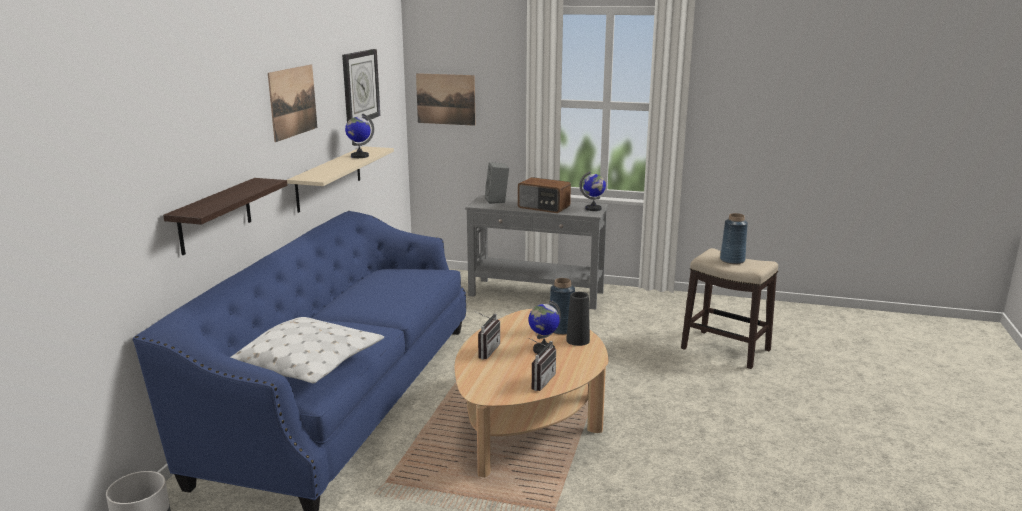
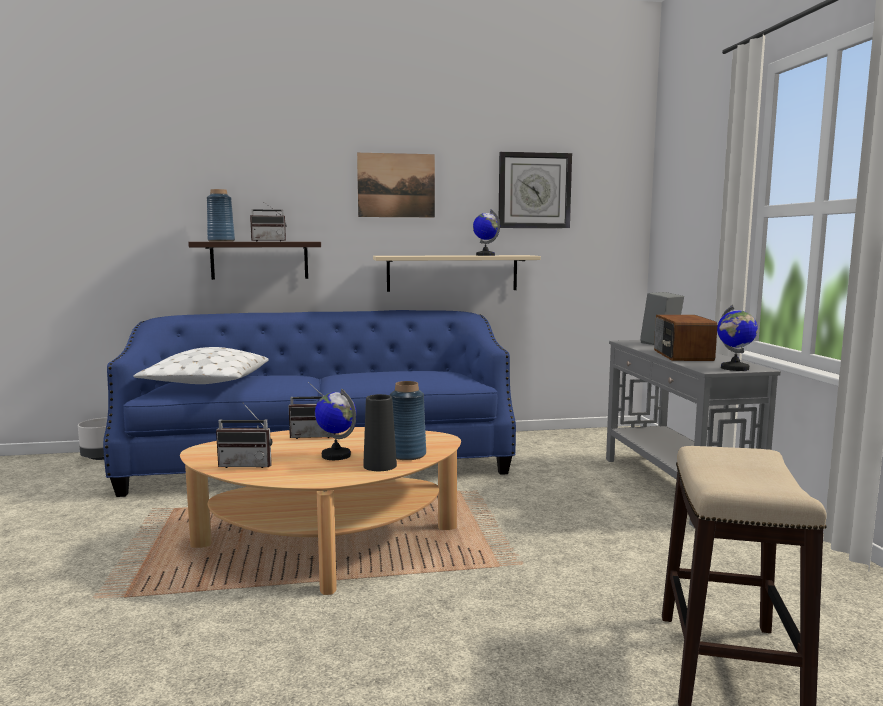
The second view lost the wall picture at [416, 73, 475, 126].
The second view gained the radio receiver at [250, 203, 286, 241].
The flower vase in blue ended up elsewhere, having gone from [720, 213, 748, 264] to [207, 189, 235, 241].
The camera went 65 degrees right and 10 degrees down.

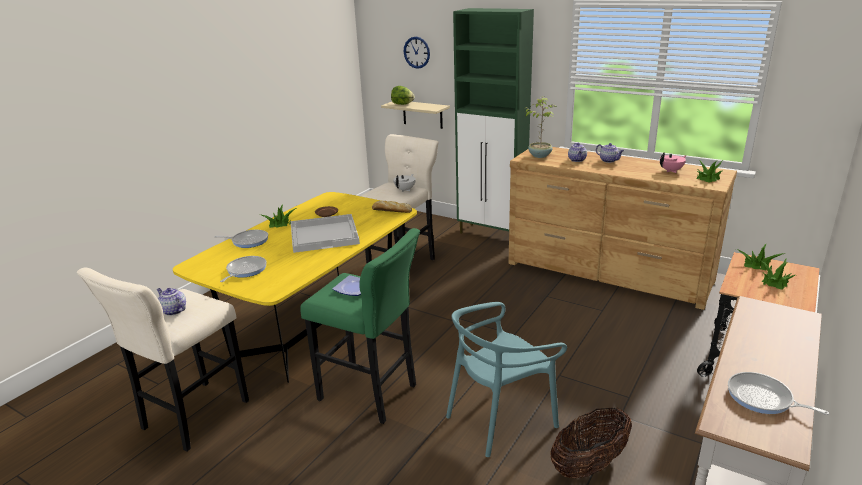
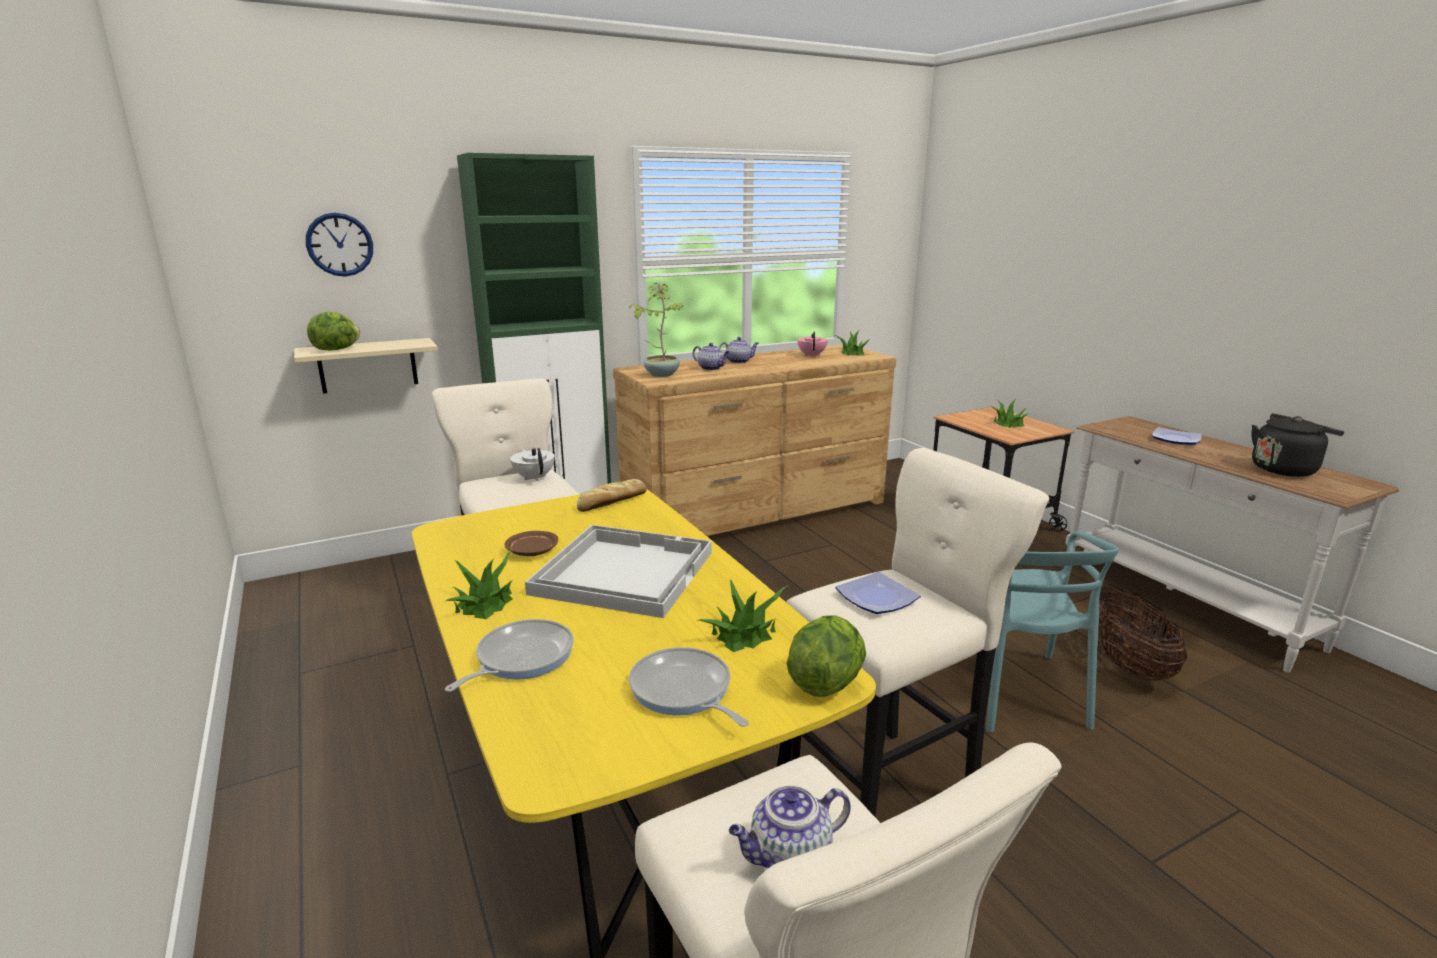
The second view gained the lettuce head at [787, 615, 866, 697].
The second view gained the plate at [1152, 427, 1202, 445].
The potted plant ended up elsewhere, having gone from [736, 243, 785, 270] to [697, 579, 789, 652].
Where the frying pan stood at [728, 372, 829, 415], the kettle in blackish came to stand at [1251, 413, 1345, 477].
What was the stool in green-coloured at [300, 228, 420, 424] turned into the stool in beige at [786, 448, 1049, 817].
The camera went 60 degrees left and 5 degrees down.

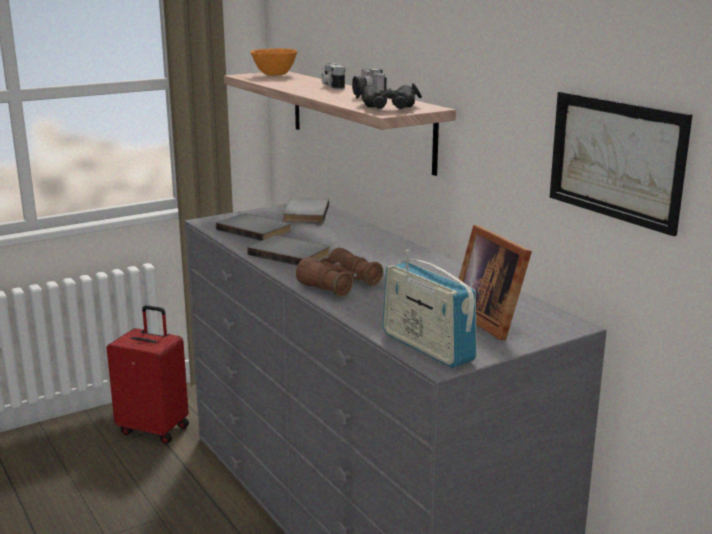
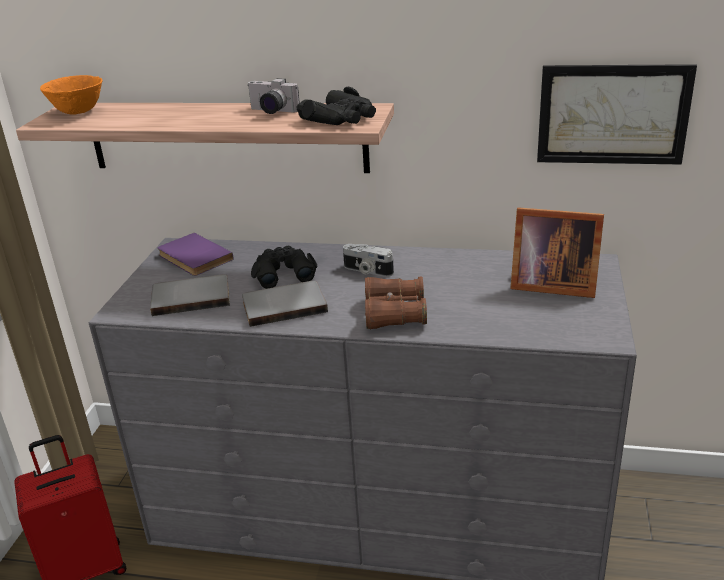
The second view lost the radio receiver at [383, 249, 477, 368].
The second view gained the binoculars in blackish at [251, 246, 318, 289].
The photo camera ended up elsewhere, having gone from [321, 62, 345, 90] to [343, 244, 394, 277].
What was the book in grey at [283, 198, 329, 223] turned into the book in purple-coloured at [158, 233, 234, 276].
The camera went 45 degrees left and 10 degrees up.

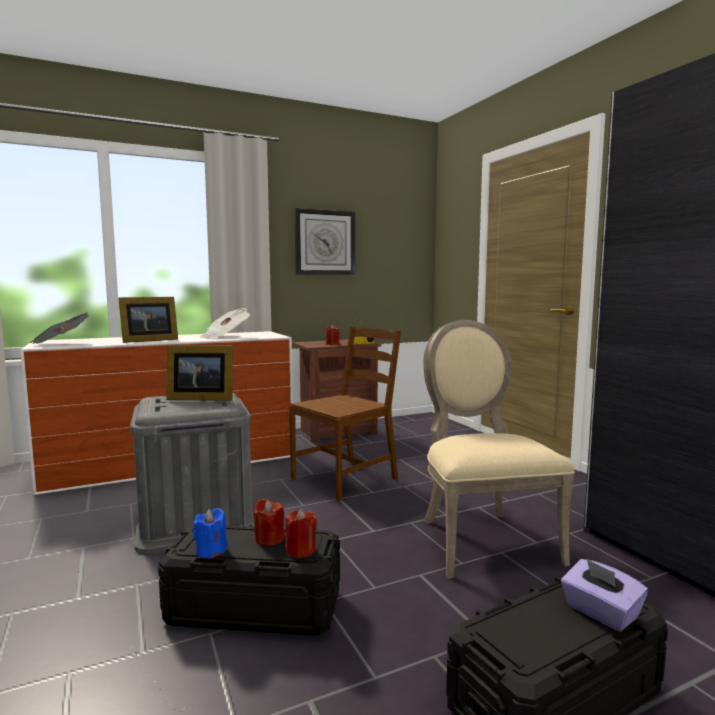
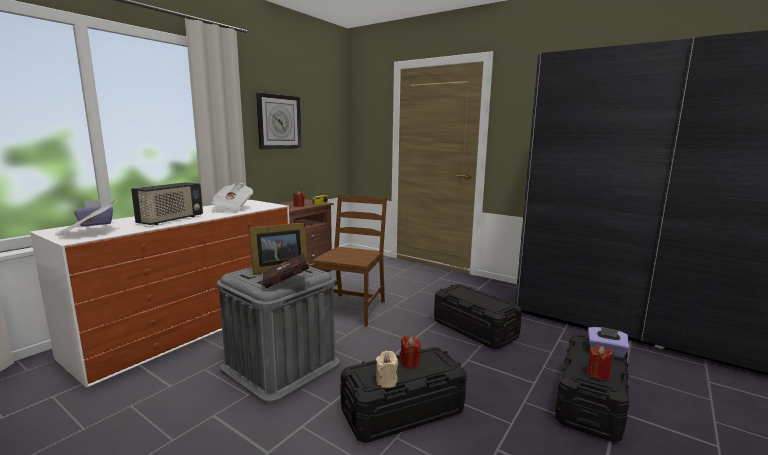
The second view gained the tissue holder in purple-coloured at [74, 199, 113, 227].
The second view gained the book in reddish at [262, 254, 314, 289].
The wax candle in reddish ended up elsewhere, having gone from [285, 509, 317, 558] to [587, 346, 613, 380].
Where the picture frame stood at [118, 297, 178, 343], the radio receiver came to stand at [131, 182, 203, 225].
Where the upright chair in beige stood at [423, 320, 575, 579], the storage box in blackish came to stand at [434, 284, 522, 349].
What was the wax candle in blue at [193, 508, 227, 558] turned into the wax candle in beige at [376, 350, 398, 388].
The camera went 30 degrees left and 5 degrees up.

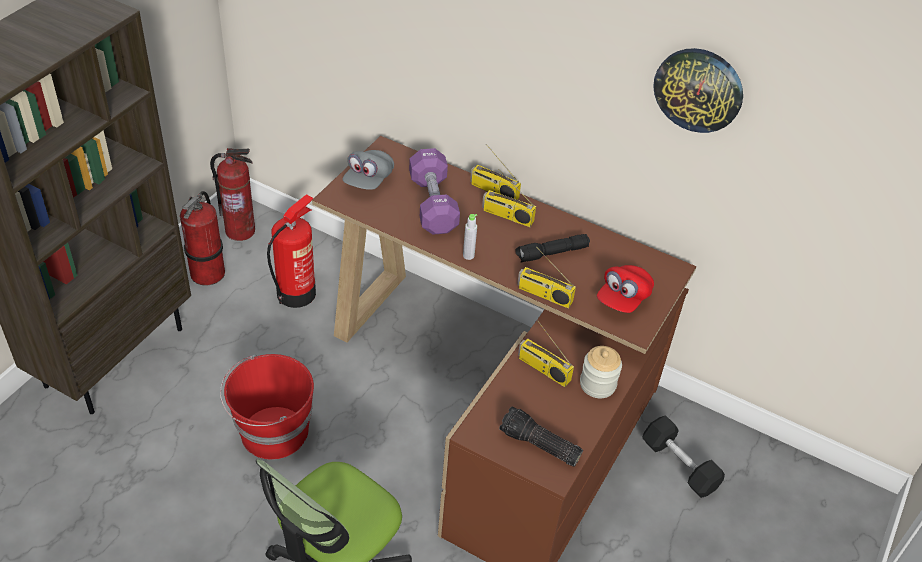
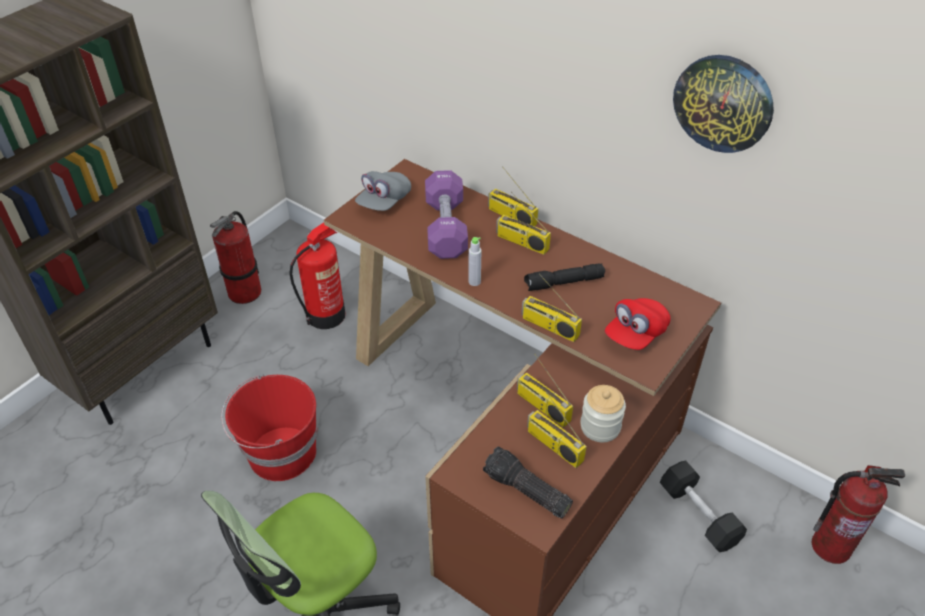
The second view gained the radio receiver at [527, 392, 587, 468].
The extinguisher ended up elsewhere, having gone from [210, 148, 255, 241] to [812, 465, 905, 564].
The camera went 10 degrees right and 0 degrees up.

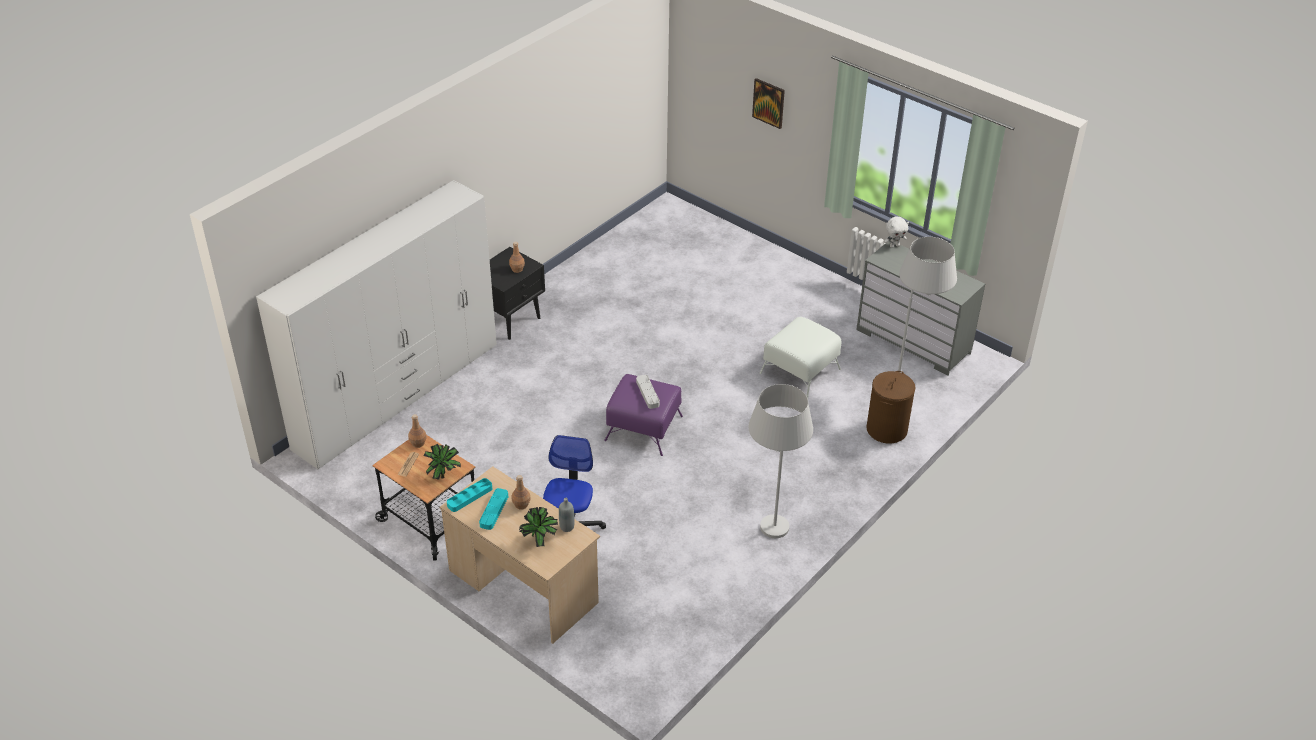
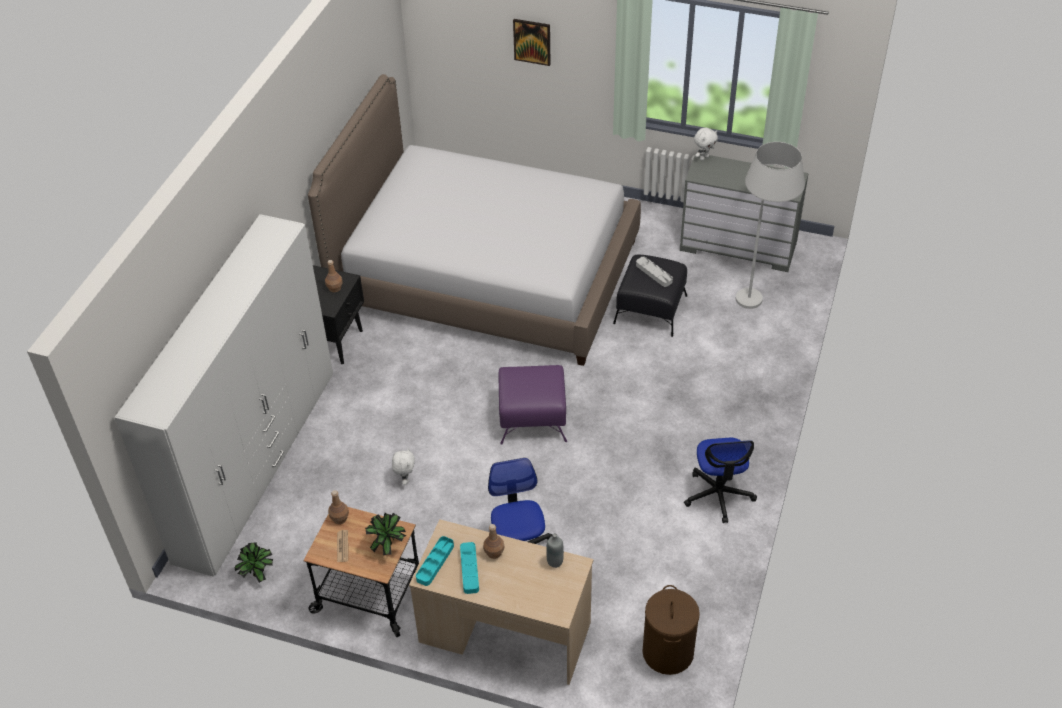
The second view gained the bedroom bed at [308, 74, 641, 366].
The second view gained the cuddly toy in whitish at [392, 448, 415, 485].
The potted plant ended up elsewhere, having gone from [519, 507, 558, 547] to [235, 543, 273, 583].
The tray in grey ended up elsewhere, having gone from [636, 375, 660, 409] to [636, 256, 673, 287].
The laundry basket in brownish ended up elsewhere, having gone from [866, 371, 915, 444] to [642, 585, 700, 675].
Where the floor lamp in whitish stood at [749, 384, 813, 538], the computer chair came to stand at [684, 438, 757, 523].
What was the pouffe in whitish at [760, 317, 841, 398] turned into the pouffe in blackish at [613, 255, 687, 337].
The camera went 20 degrees left and 5 degrees up.

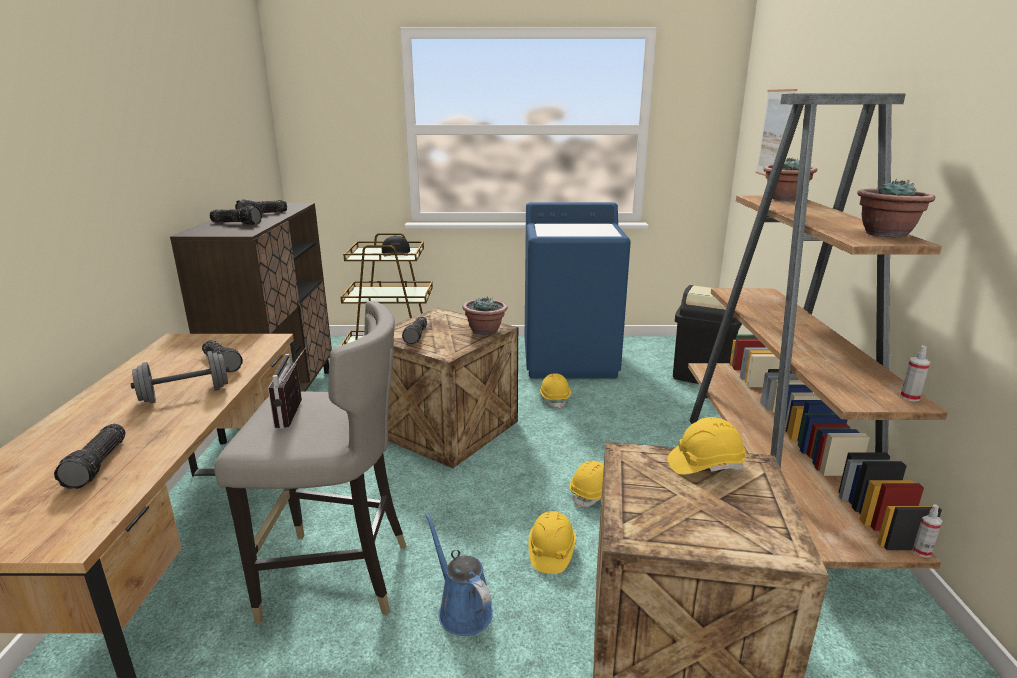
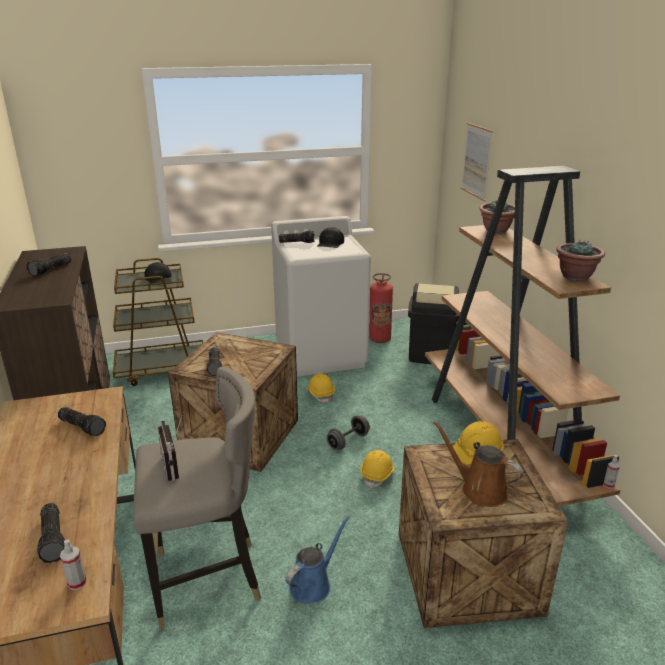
The second view lost the potted plant at [462, 296, 507, 336].
The second view lost the hard hat in yellowish at [529, 511, 576, 574].
The second view gained the peaked cap in blackish at [318, 227, 344, 248].
The second view gained the extinguisher at [369, 273, 393, 343].
The second view gained the watering can in brownish at [433, 421, 523, 507].
The dumbbell in grey ended up elsewhere, having gone from [131, 351, 230, 403] to [327, 415, 370, 450].
The flashlight ended up elsewhere, having gone from [210, 206, 262, 225] to [279, 231, 315, 243].
The sprayer ended up elsewhere, having gone from [900, 345, 930, 402] to [60, 539, 87, 590].
What was the laundry machine in blue at [525, 202, 631, 378] turned into the laundry machine in whitish at [271, 216, 371, 377].
The watering can in blue at [426, 514, 493, 636] ended up facing another way, 90 degrees clockwise from before.
The camera went 15 degrees left and 5 degrees up.

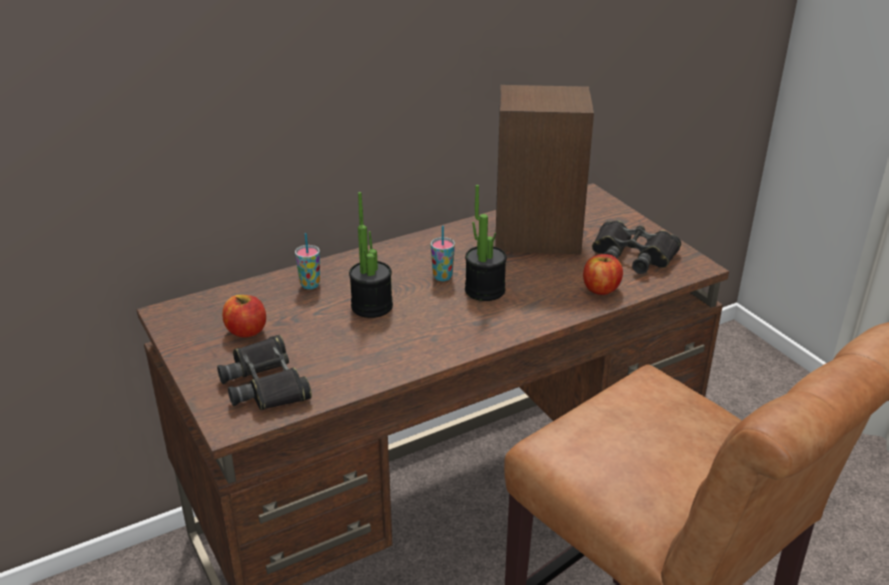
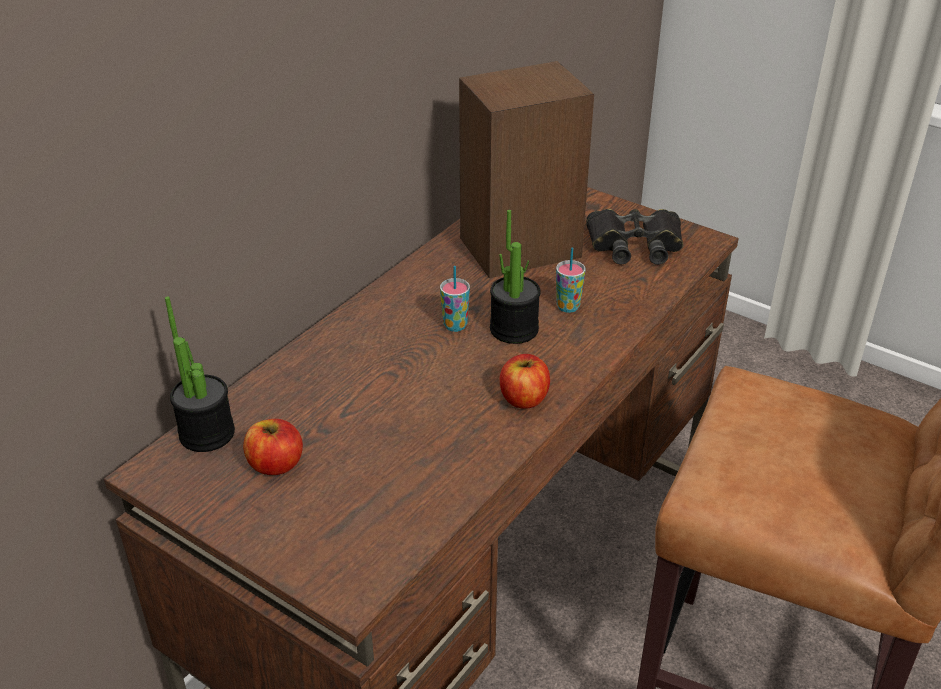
The second view lost the binoculars in blackish at [217, 335, 312, 410].
The cup ended up elsewhere, having gone from [295, 233, 320, 289] to [556, 248, 585, 313].
The potted plant ended up elsewhere, having gone from [349, 192, 393, 318] to [165, 296, 235, 452].
The apple ended up elsewhere, having gone from [583, 254, 623, 295] to [500, 354, 550, 409].
The camera went 25 degrees left and 5 degrees up.

